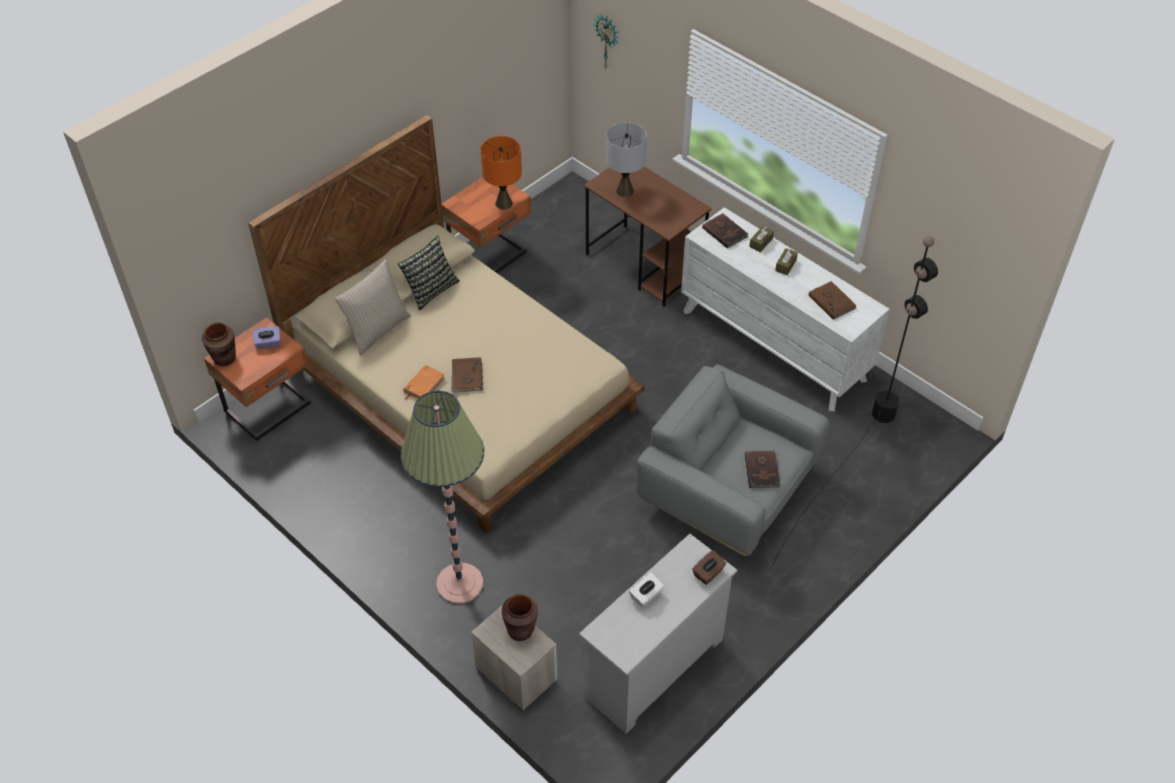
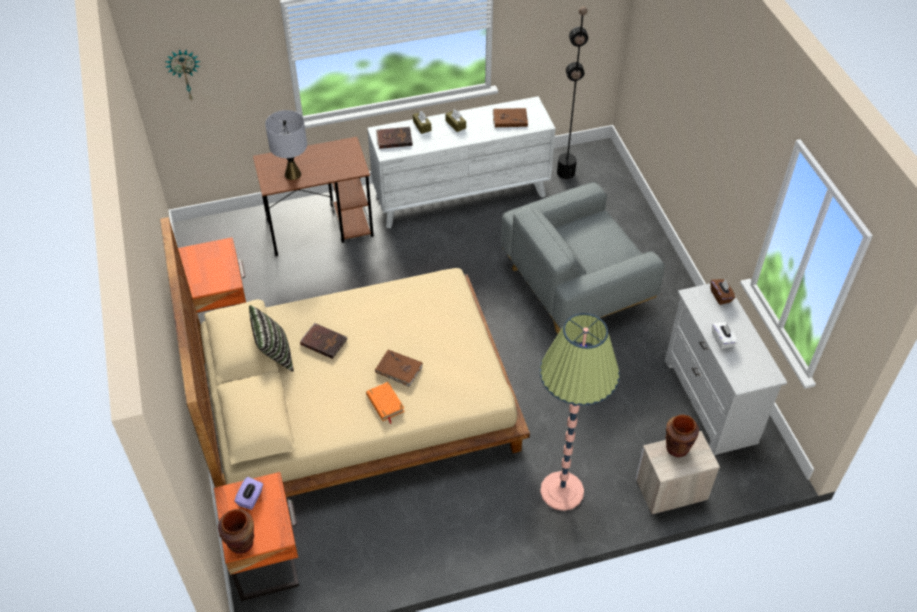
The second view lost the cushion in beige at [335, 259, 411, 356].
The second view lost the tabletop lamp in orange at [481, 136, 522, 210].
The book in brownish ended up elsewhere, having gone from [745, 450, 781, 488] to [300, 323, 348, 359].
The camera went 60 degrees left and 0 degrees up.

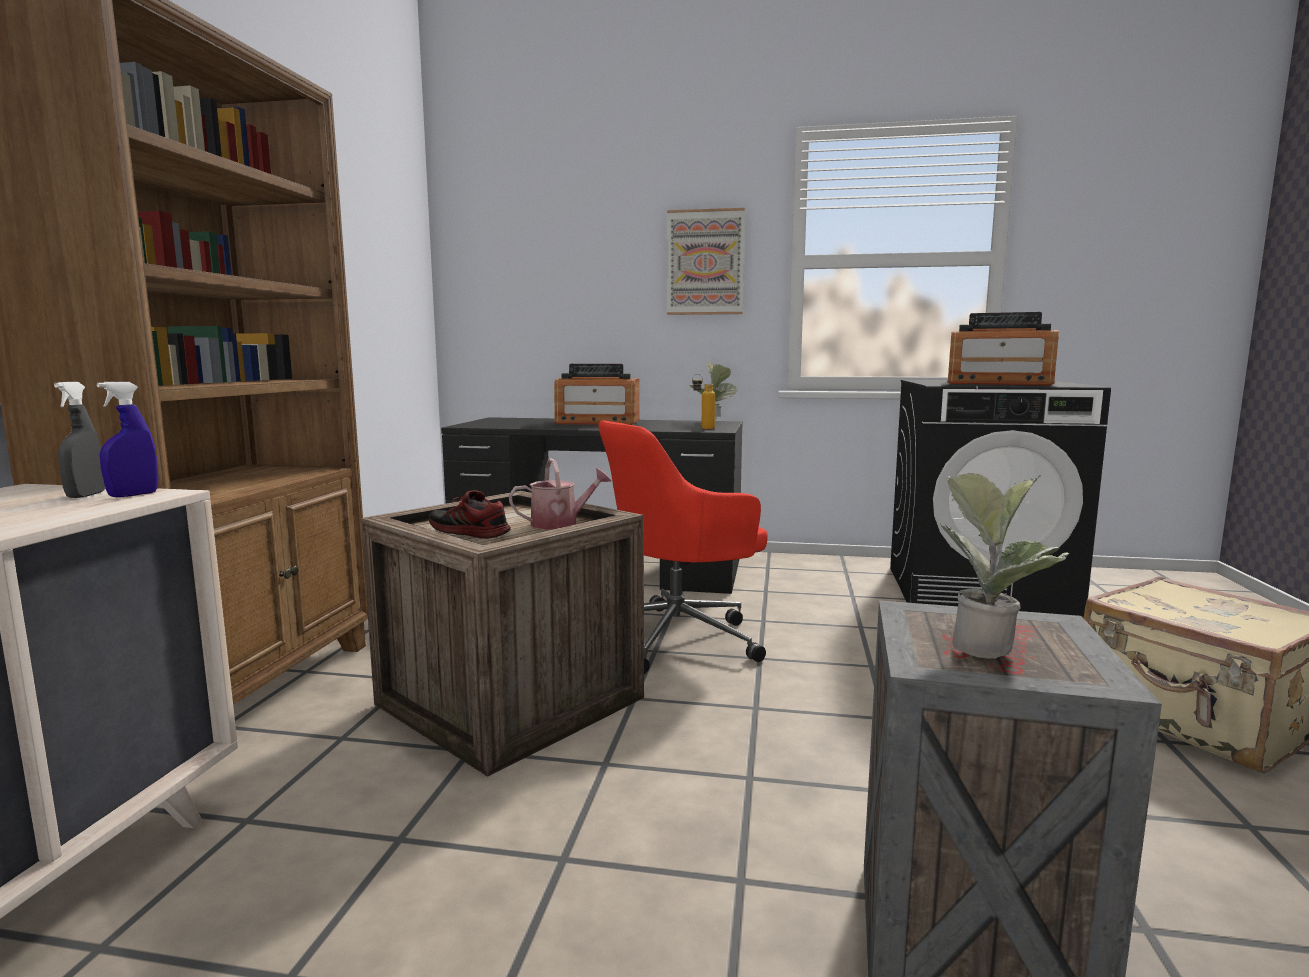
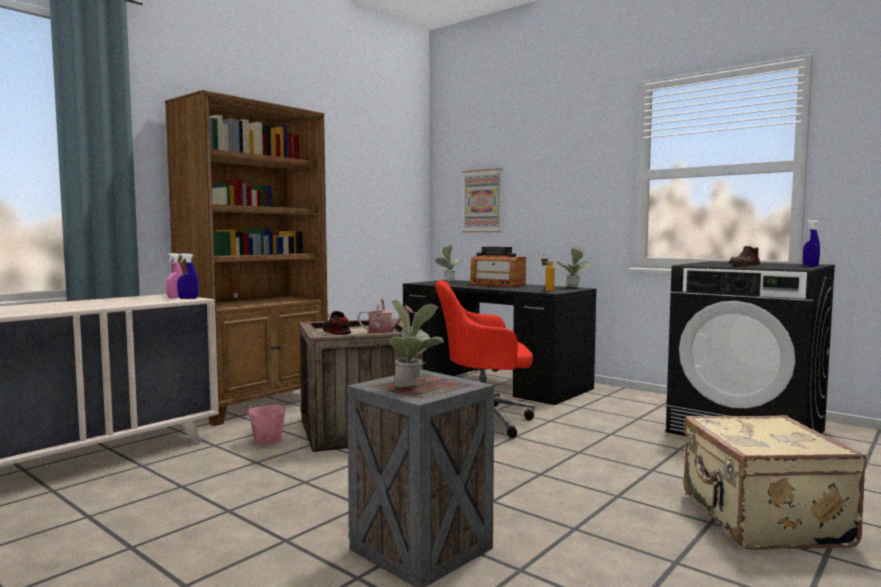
The second view gained the water bucket in pink-coloured at [248, 388, 286, 446].
The second view gained the potted plant at [435, 245, 464, 281].
The second view gained the sprayer in blue at [803, 220, 820, 267].
The wall picture ended up elsewhere, having gone from [667, 208, 745, 315] to [462, 168, 502, 232].
Where the radio receiver stood at [948, 312, 1059, 385], the item of footwear in brownish came to stand at [729, 246, 760, 266].
What was the sprayer in grey at [54, 382, 105, 498] turned into the sprayer in pink-coloured at [166, 253, 183, 298].
The camera went 30 degrees right and 5 degrees down.

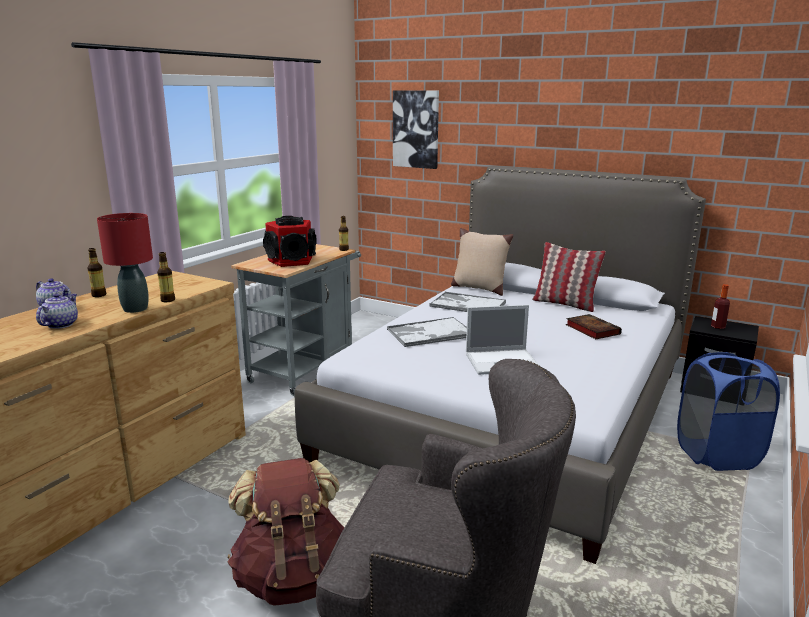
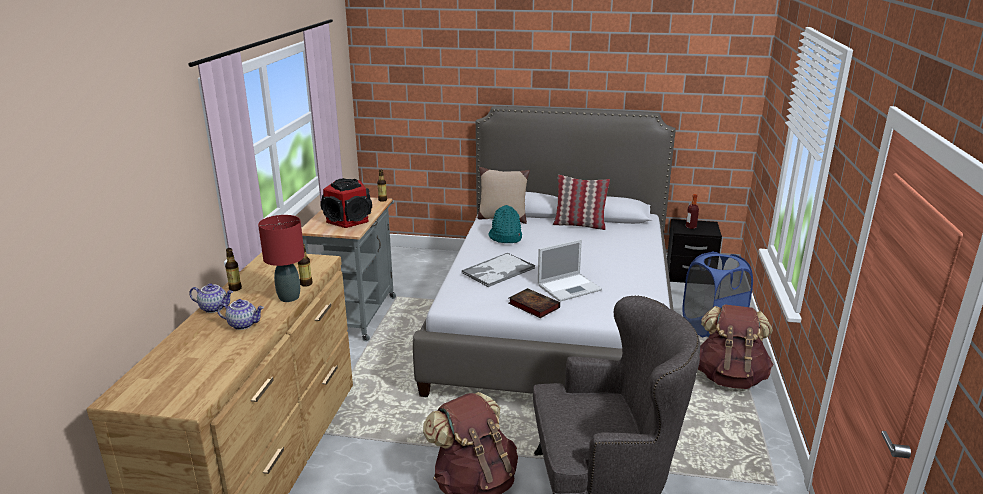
The second view lost the wall picture at [393, 90, 439, 169].
The second view gained the knapsack in brownish at [698, 305, 774, 389].
The book ended up elsewhere, having gone from [566, 314, 622, 339] to [508, 288, 560, 318].
Where the tray stood at [429, 292, 506, 312], the clothing hat in turquoise-coloured came to stand at [489, 205, 522, 243].
The teapot at [36, 293, 78, 329] ended up facing another way, 105 degrees clockwise from before.
The camera went 20 degrees left and 5 degrees up.

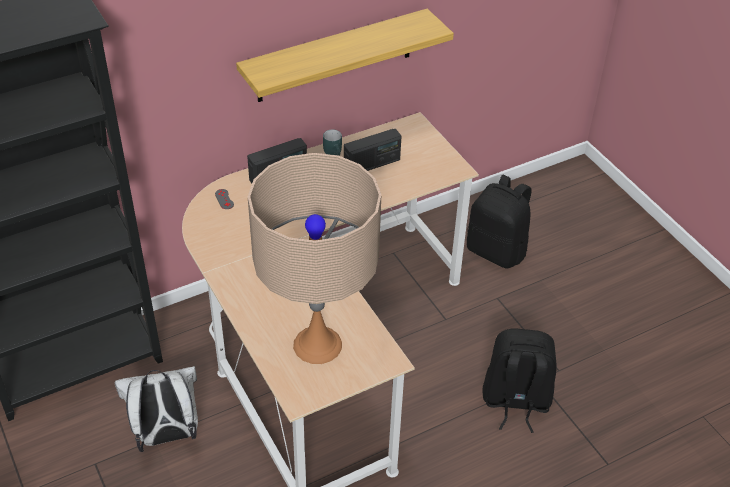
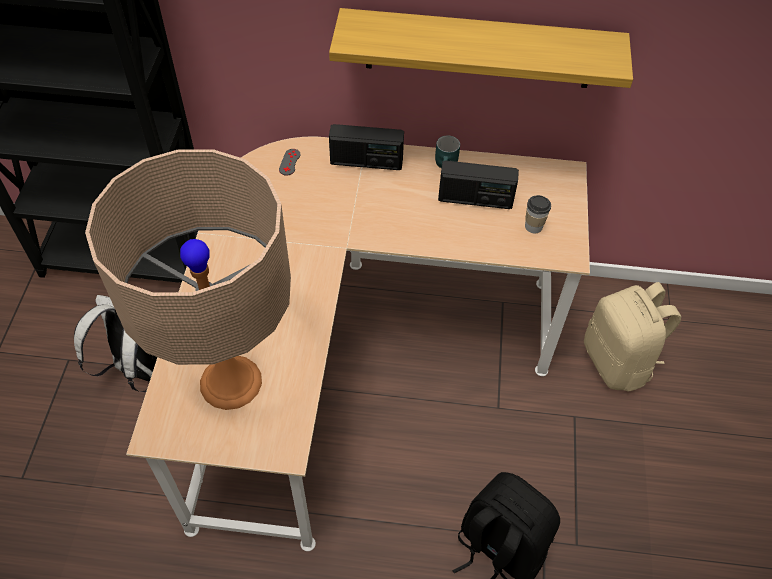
The second view gained the cup at [525, 195, 551, 233].
What was the knapsack in blackish at [467, 175, 532, 268] turned into the knapsack in beige at [584, 282, 681, 392].
The camera went 35 degrees right and 10 degrees up.

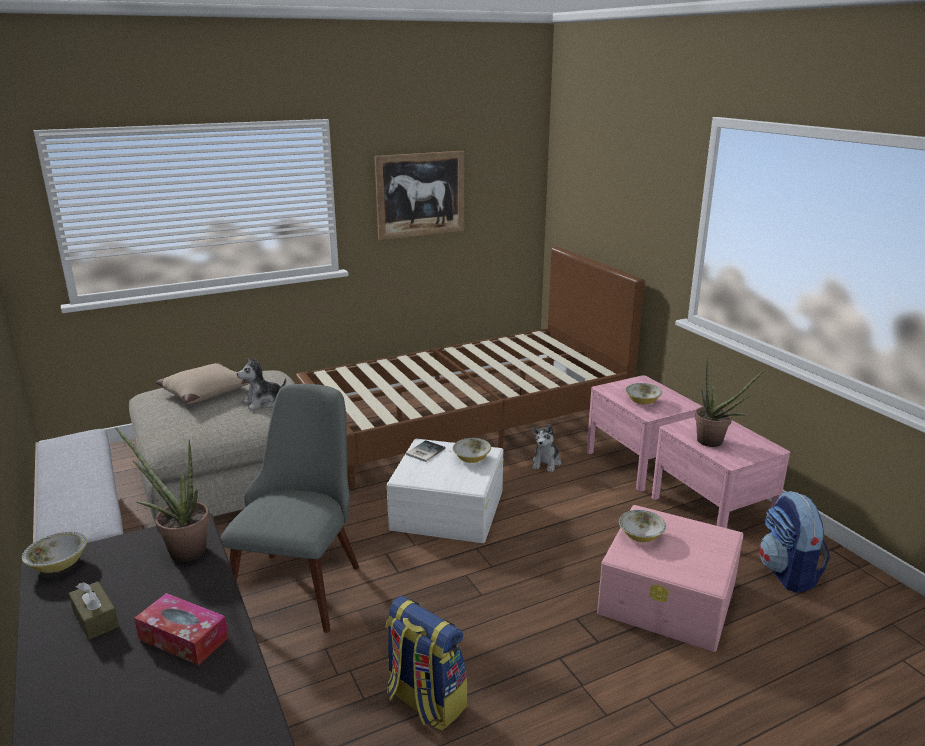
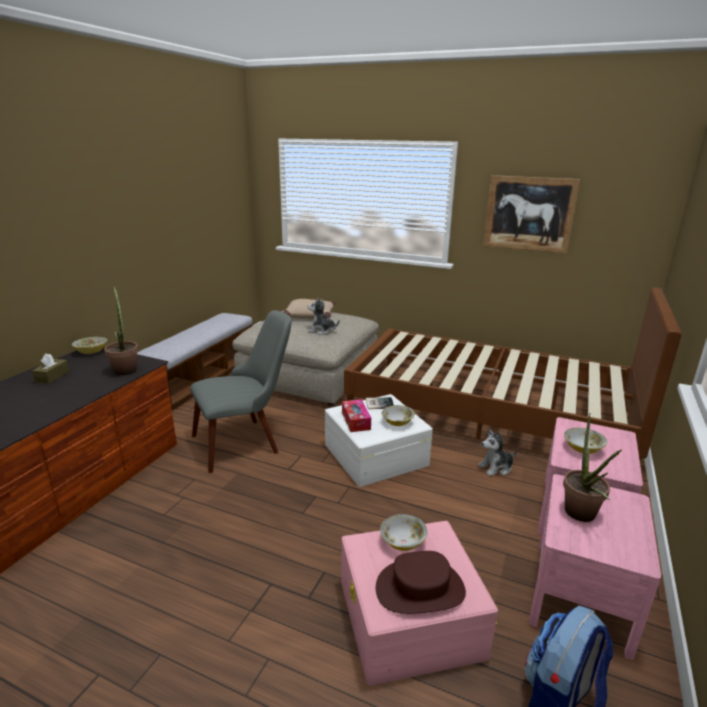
The second view lost the knapsack at [386, 596, 467, 731].
The second view gained the clothing hat in brownish at [376, 551, 466, 614].
The tissue holder ended up elsewhere, having gone from [134, 593, 229, 666] to [342, 399, 371, 432].
The camera went 50 degrees right and 0 degrees up.

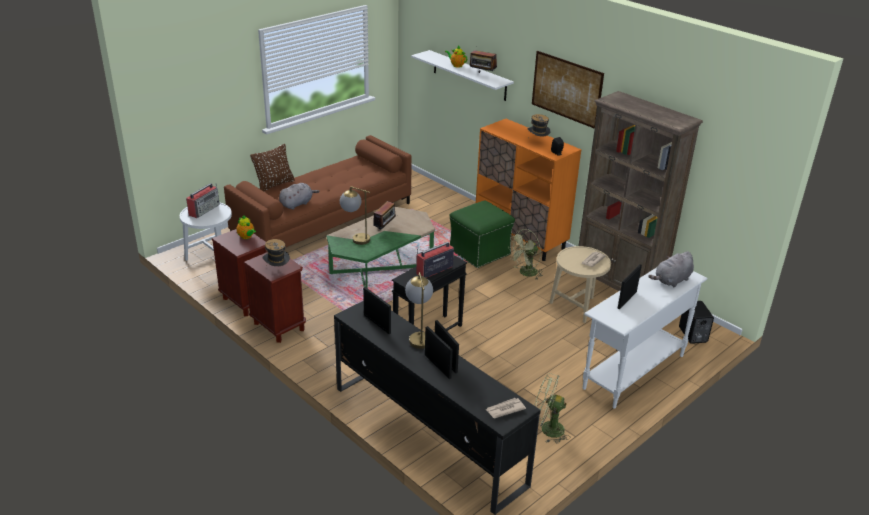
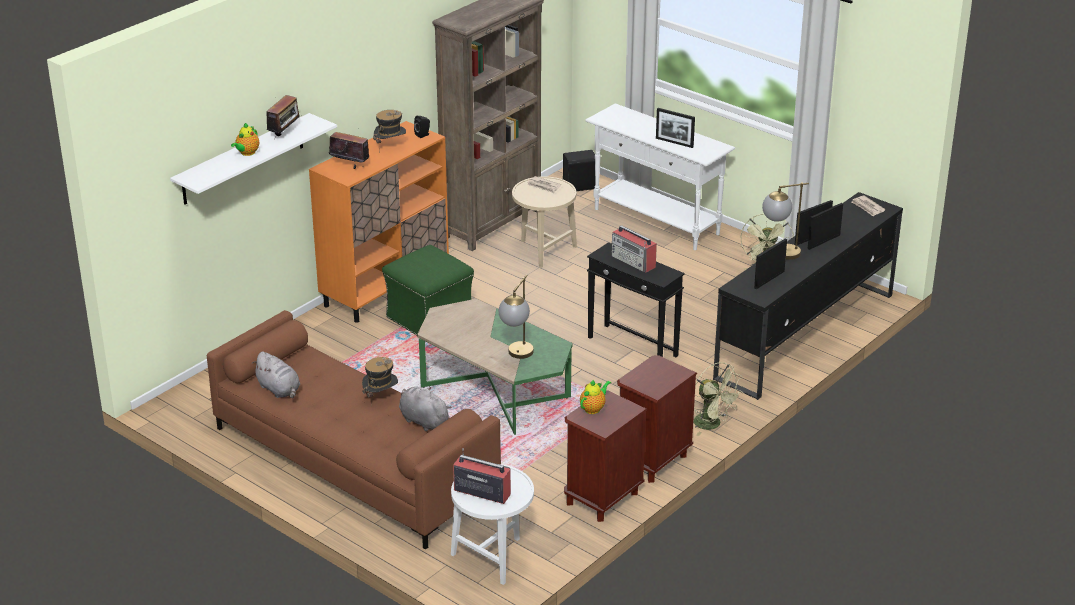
The second view lost the cushion in brownish at [250, 144, 295, 191].
The second view lost the wall picture at [532, 51, 604, 129].
The clothing hat ended up elsewhere, having gone from [263, 239, 290, 266] to [362, 357, 398, 407].
The radio receiver ended up elsewhere, having gone from [373, 201, 396, 230] to [329, 128, 369, 169].
The cooling fan in green-coloured ended up elsewhere, having gone from [508, 229, 543, 279] to [693, 362, 743, 436].
The cuddly toy in grey ended up elsewhere, having gone from [649, 251, 694, 287] to [252, 352, 300, 398].
The camera went 95 degrees left and 0 degrees up.

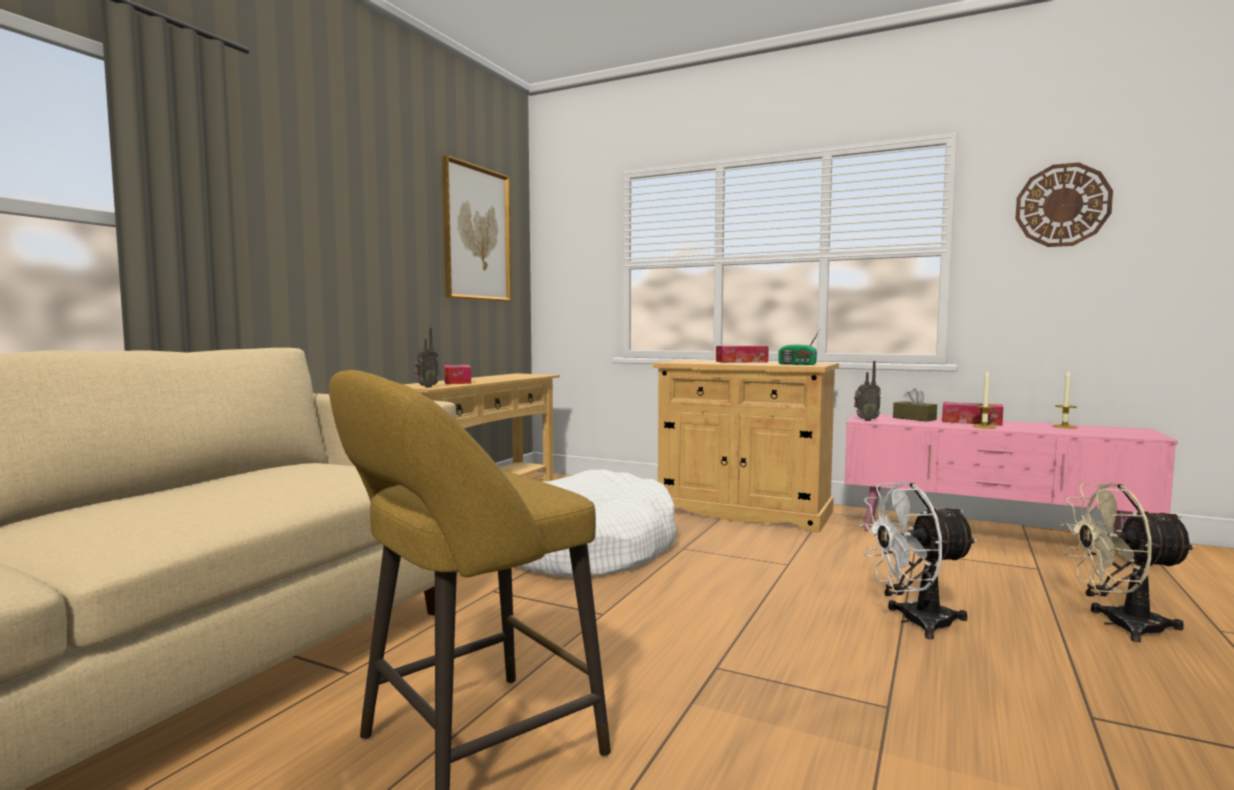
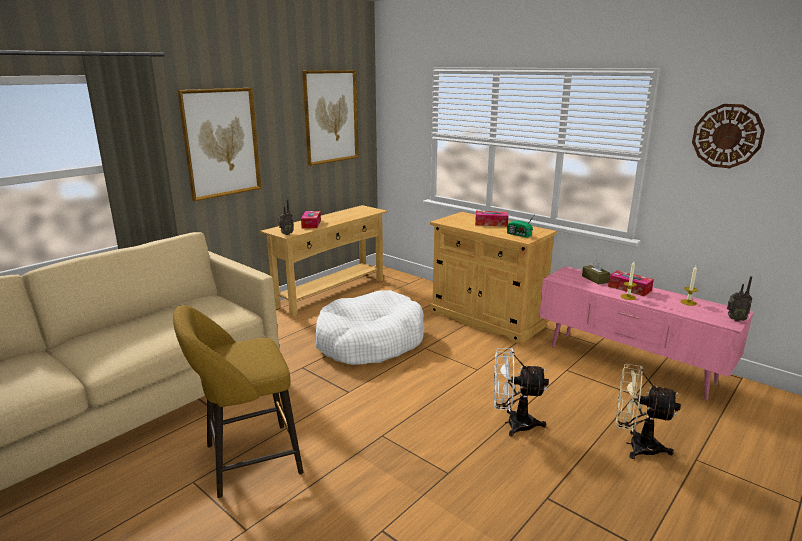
The second view gained the wall picture at [178, 88, 262, 201].
The radio receiver ended up elsewhere, having gone from [854, 361, 881, 421] to [727, 276, 752, 322].
The camera went 15 degrees right and 15 degrees up.

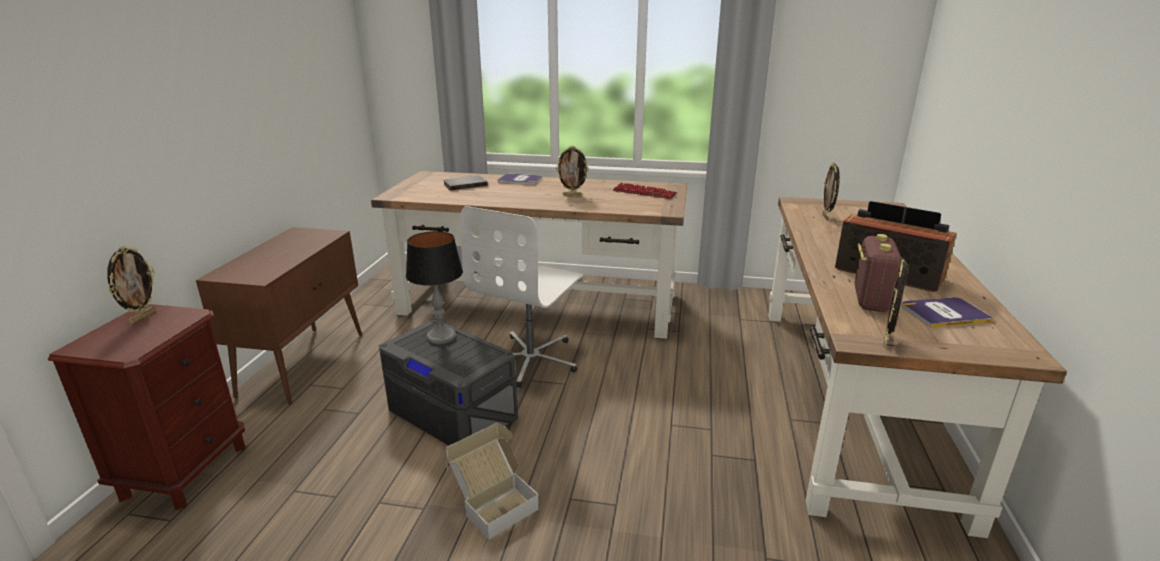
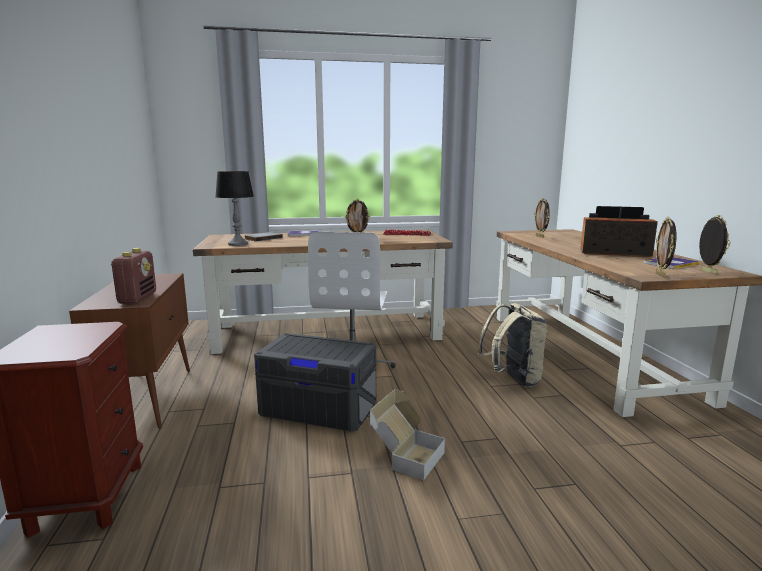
The second view gained the knapsack in beige at [478, 303, 547, 387].
The picture frame ended up elsewhere, having gone from [107, 246, 156, 324] to [699, 215, 730, 274].
The tabletop lamp ended up elsewhere, having gone from [406, 231, 463, 344] to [216, 171, 254, 246].
The radio receiver ended up elsewhere, having gone from [855, 234, 902, 312] to [110, 248, 156, 304].
The camera went 20 degrees left and 10 degrees down.

